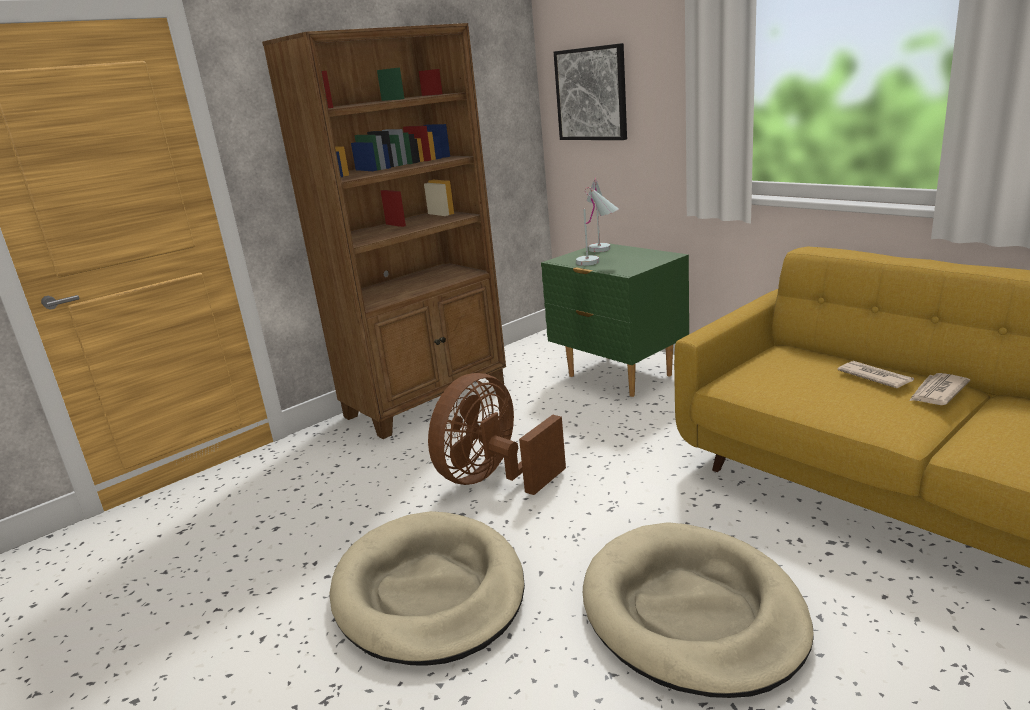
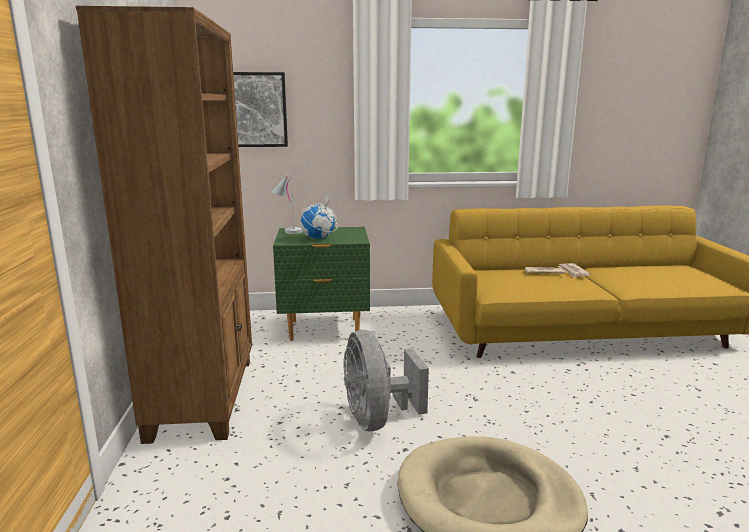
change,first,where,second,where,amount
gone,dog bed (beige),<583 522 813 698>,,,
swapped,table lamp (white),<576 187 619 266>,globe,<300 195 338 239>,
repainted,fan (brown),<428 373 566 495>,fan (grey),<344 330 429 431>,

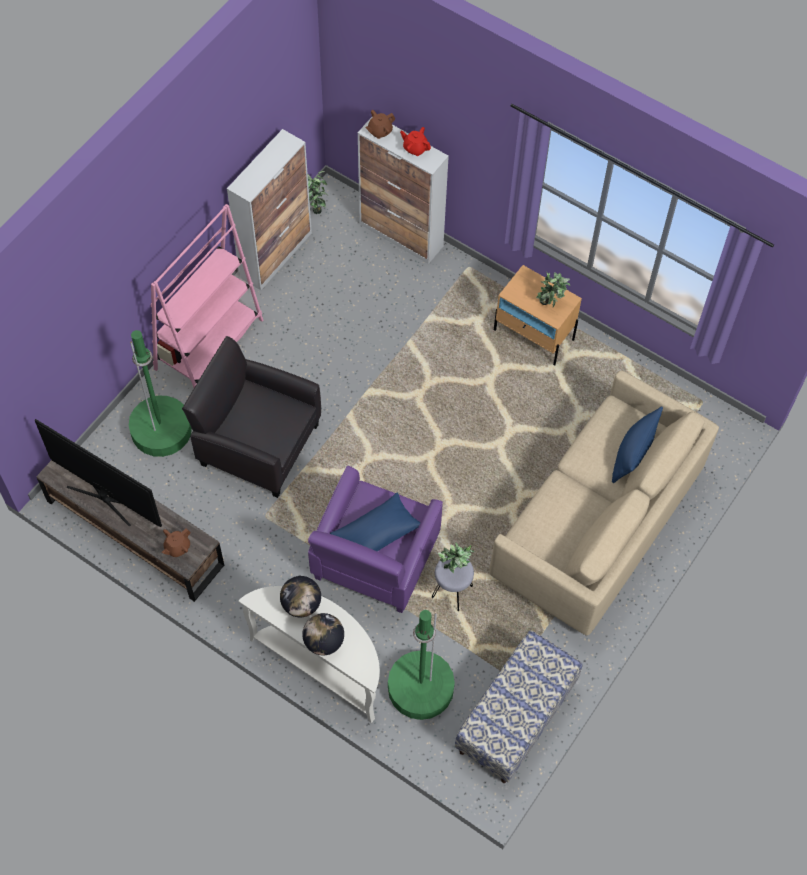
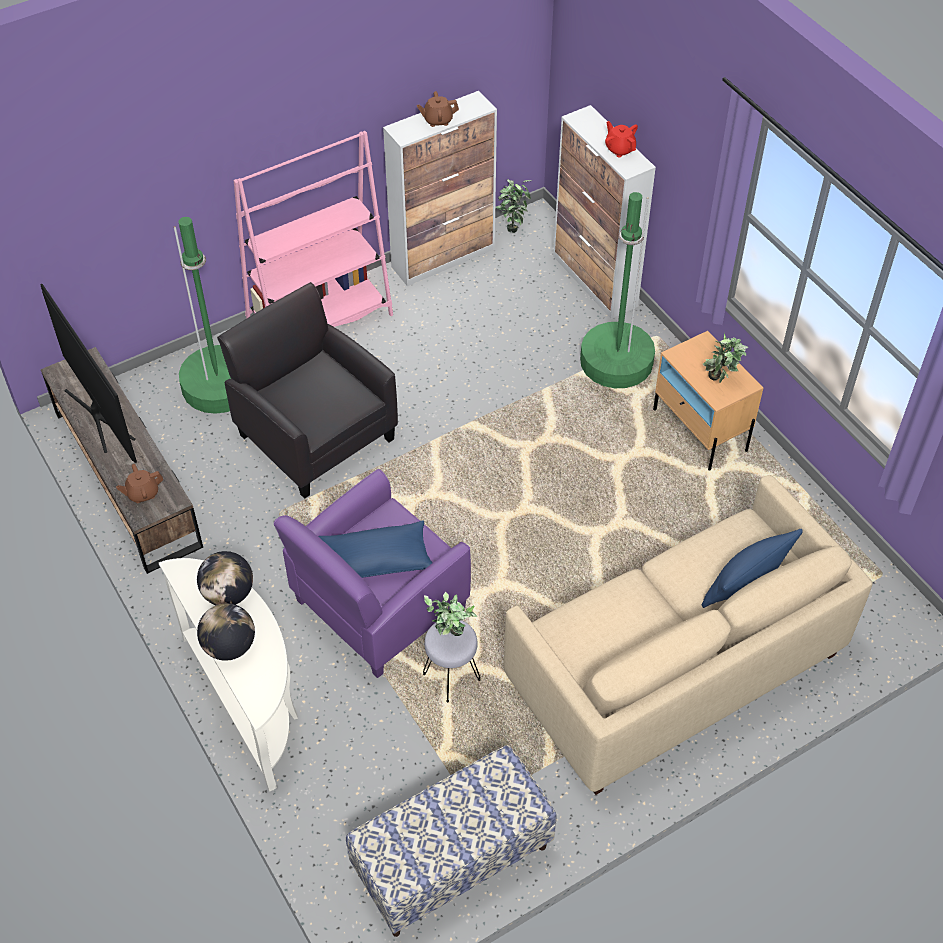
change,first,where,second,where,amount
shifted,teapot (brown),<365 110 395 139>,,<417 91 459 127>,
shifted,floor lamp (green),<388 610 455 720>,,<580 192 655 388>,

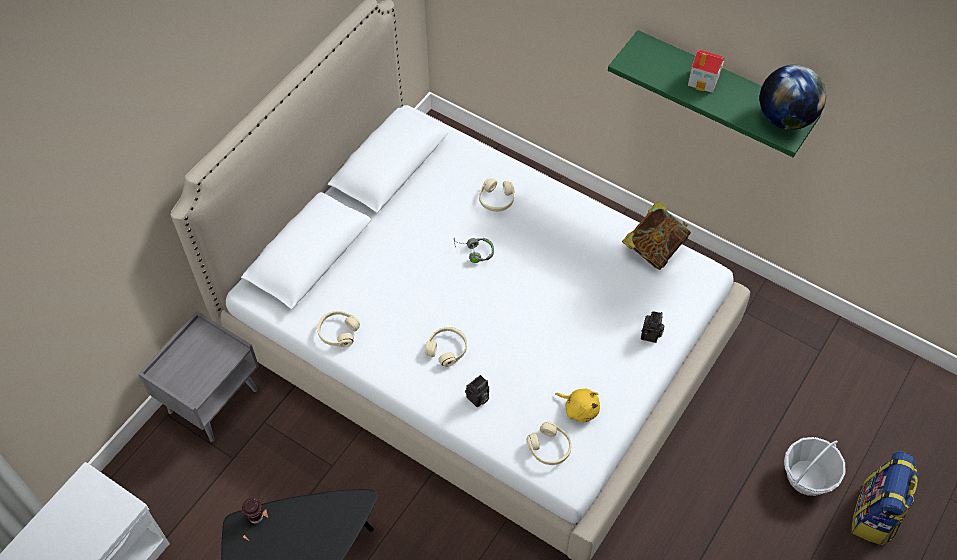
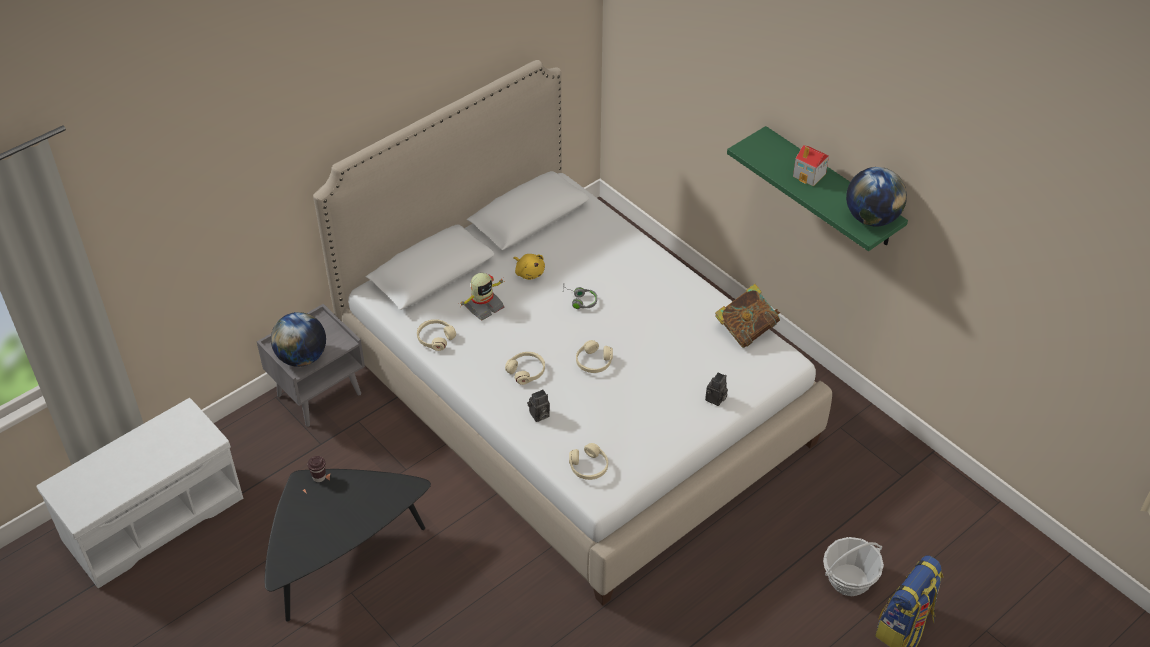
change,first,where,second,where,amount
new,,,globe,<271 312 326 367>,
new,,,toy robot,<458 273 505 320>,
shifted,headphones (beige),<479 178 515 212>,,<576 340 613 373>,
shifted,plush toy (yellow),<555 389 600 422>,,<513 254 545 280>,

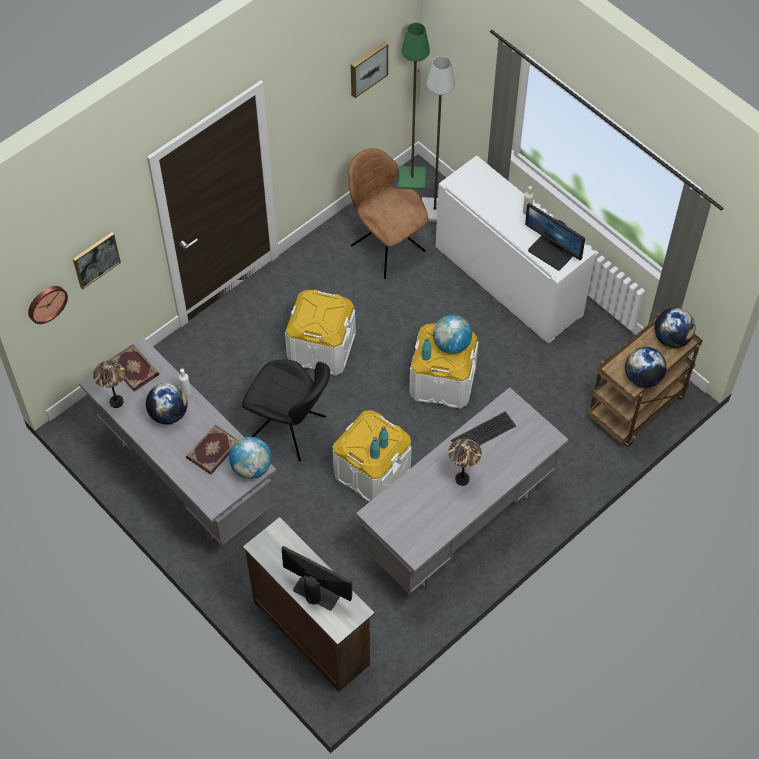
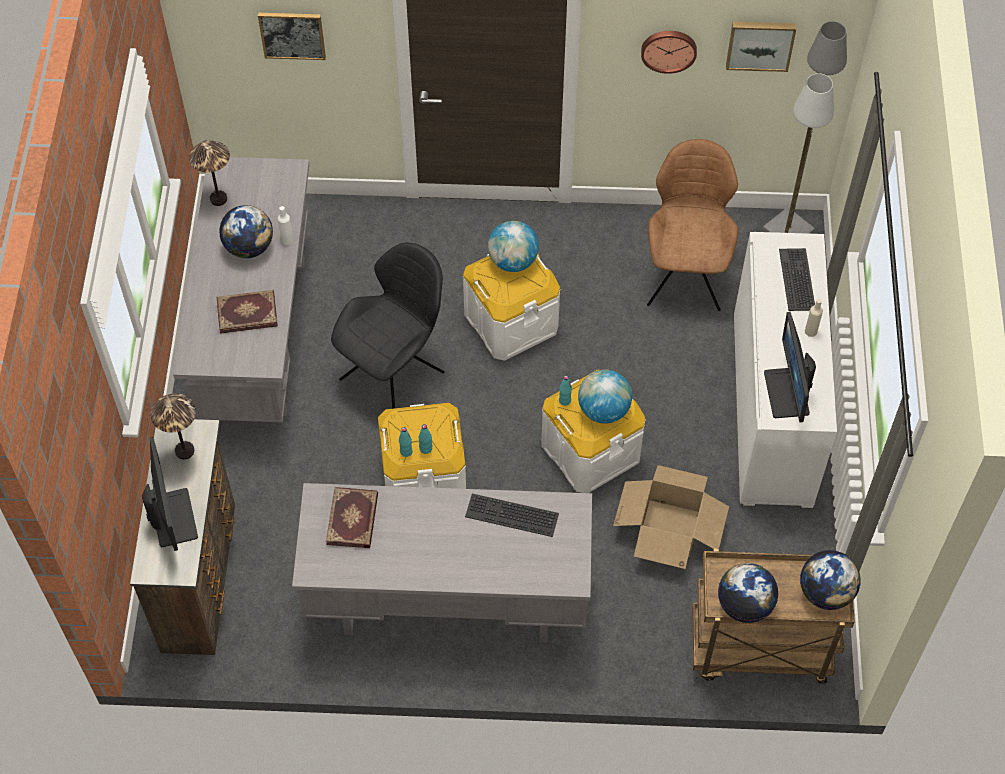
change,first,where,second,where,amount
new,,,cardboard box,<613 465 729 569>,
new,,,keyboard,<779 248 815 311>,
shifted,wall clock,<28 286 68 324>,,<641 31 697 74>,
shifted,book,<110 344 159 392>,,<326 487 378 548>,
shifted,globe,<229 437 271 479>,,<488 221 539 272>,
shifted,table lamp,<448 438 482 486>,,<150 393 196 459>,
repainted,floor lamp (green),<398 23 430 190>,floor lamp (grey),<763 21 847 234>,
rotated,chair (black),<242 360 330 462>,,<331 243 445 409>,120 degrees counterclockwise

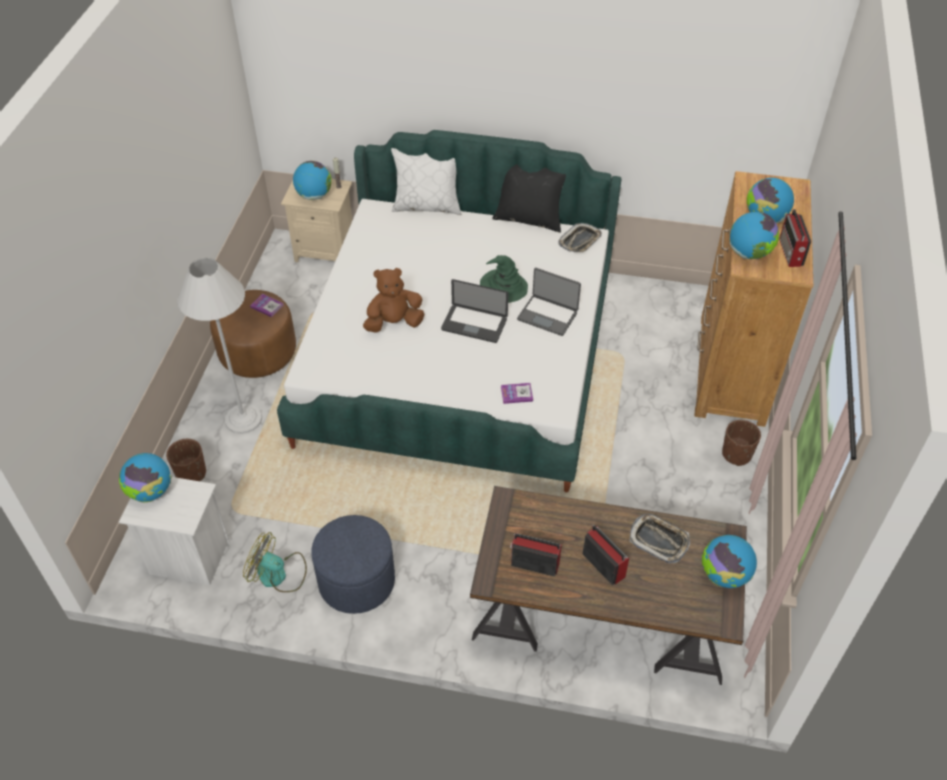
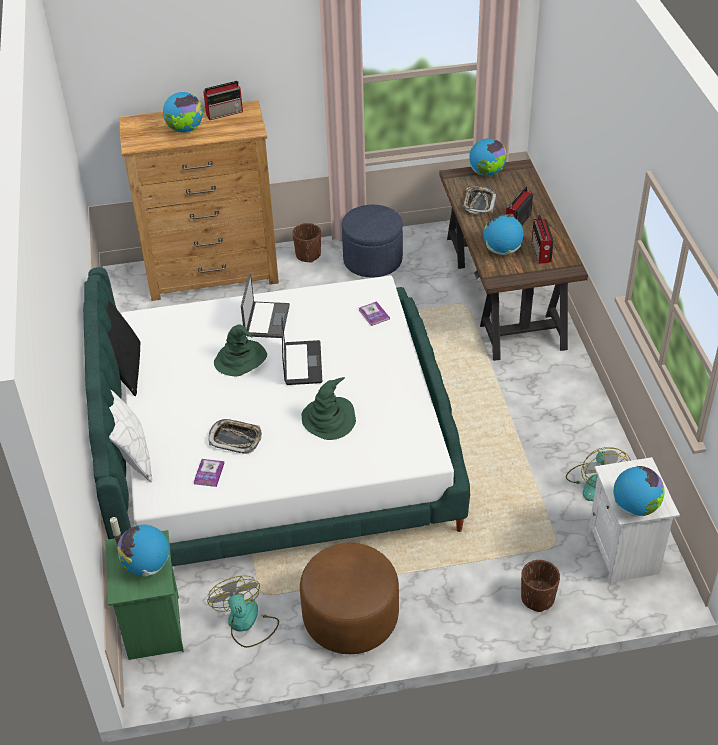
change,first,where,second,where,amount
gone,floor lamp (white),<177 258 262 434>,,,
new,,,fan,<207 576 279 648>,
shifted,book,<250 294 284 317>,,<194 459 224 487>,
shifted,ottoman (blue),<311 515 395 614>,,<342 205 403 278>,
shifted,tray,<558 223 602 252>,,<209 419 262 454>,
shifted,globe,<729 212 779 259>,,<483 214 523 255>,
swapped,plush toy (brown),<363 268 425 333>,hat (green),<301 377 356 440>,
repainted,nightstand (beige),<281 179 352 262>,nightstand (green),<105 530 184 660>,

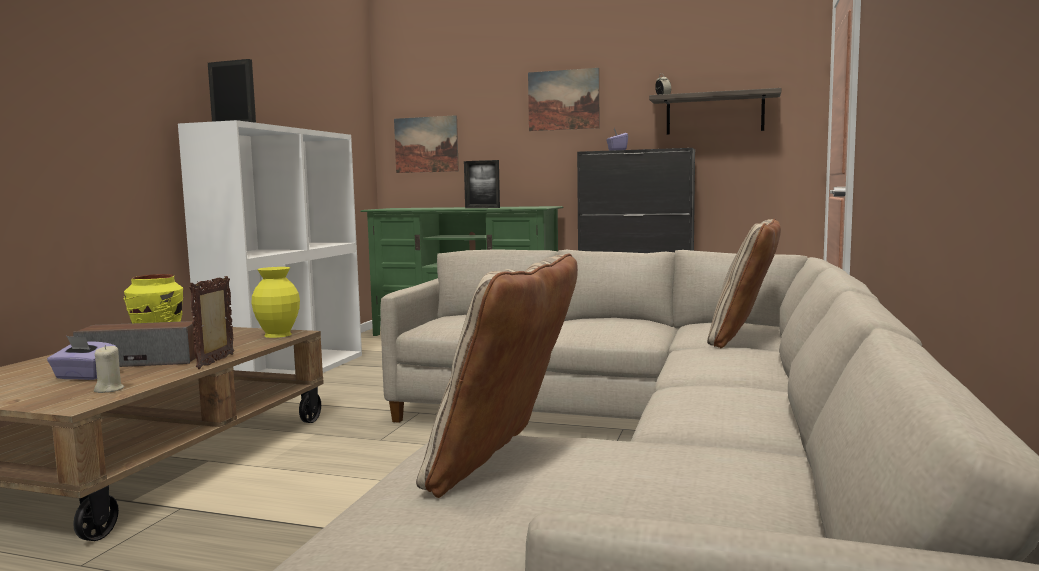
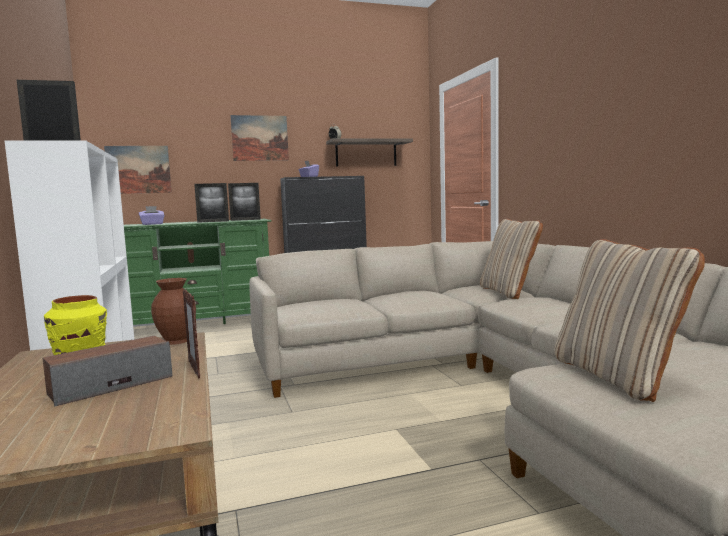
change,first,where,second,where,amount
gone,candle (beige),<94 345 125 393>,,,
new,,,picture frame,<228 183 261 221>,
shifted,tissue box (purple),<47 336 117 380>,,<139 206 165 225>,
repainted,vase (yellow),<251 267 300 338>,vase (brown),<151 278 196 345>,

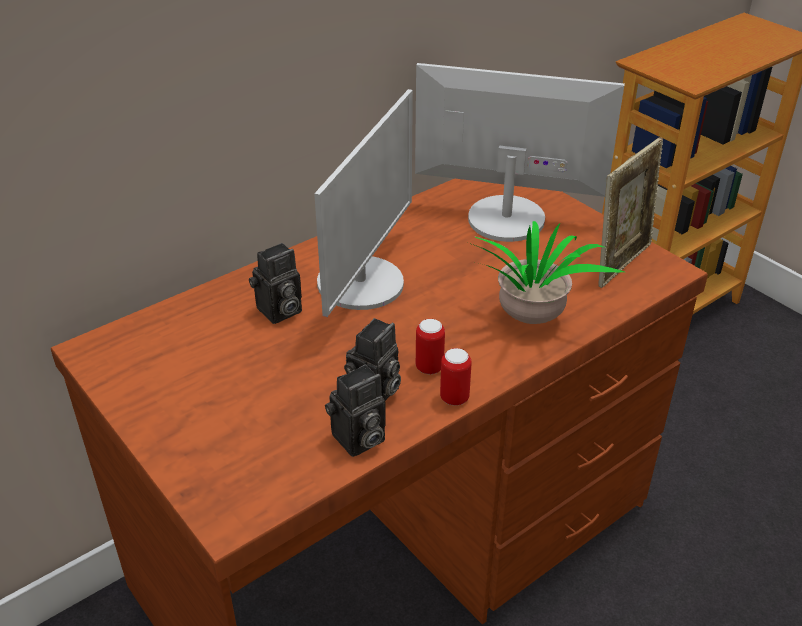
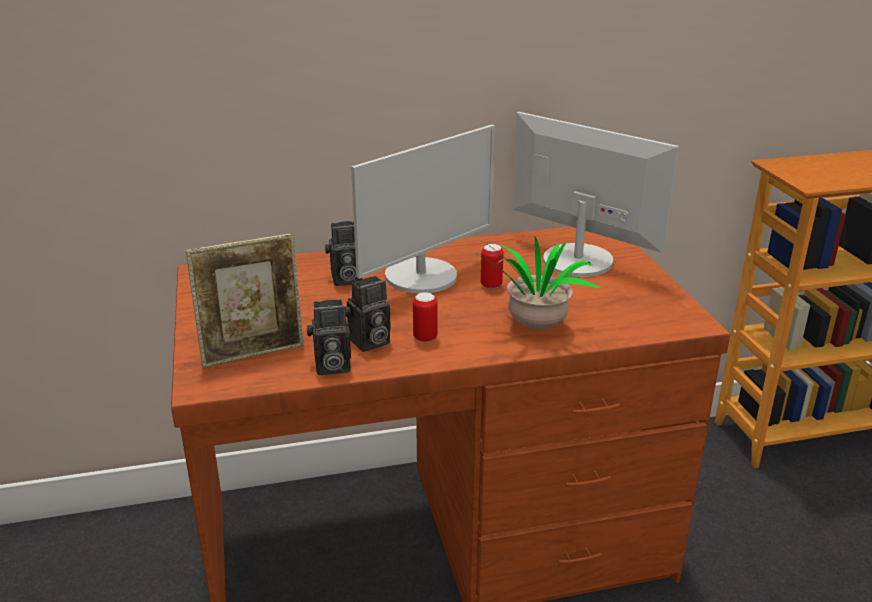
change,first,where,second,where,amount
shifted,can,<440 348 472 406>,,<481 244 504 289>,
shifted,picture frame,<598 137 663 288>,,<186 233 304 368>,

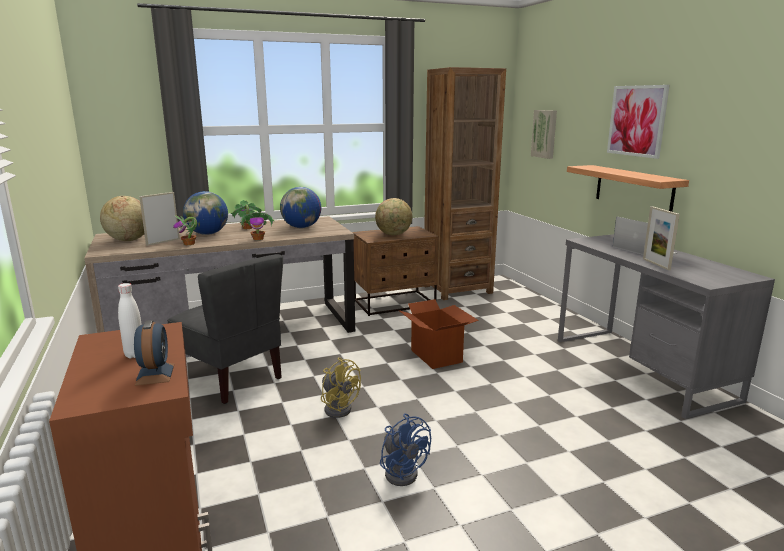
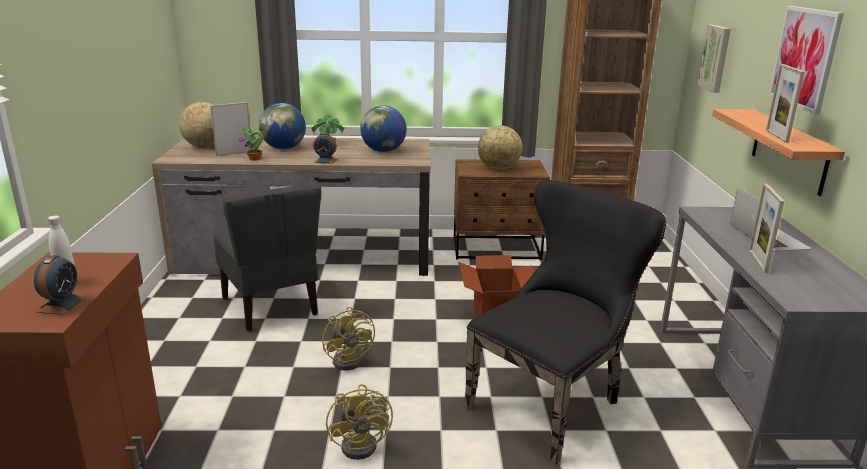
change,first,where,second,where,amount
new,,,chair (black),<464 180 666 465>,
new,,,picture frame,<766 64 805 143>,
swapped,potted plant,<239 212 274 240>,alarm clock,<313 133 337 164>,
repainted,fan (blue),<380 413 431 486>,fan (yellow),<326 384 393 460>,

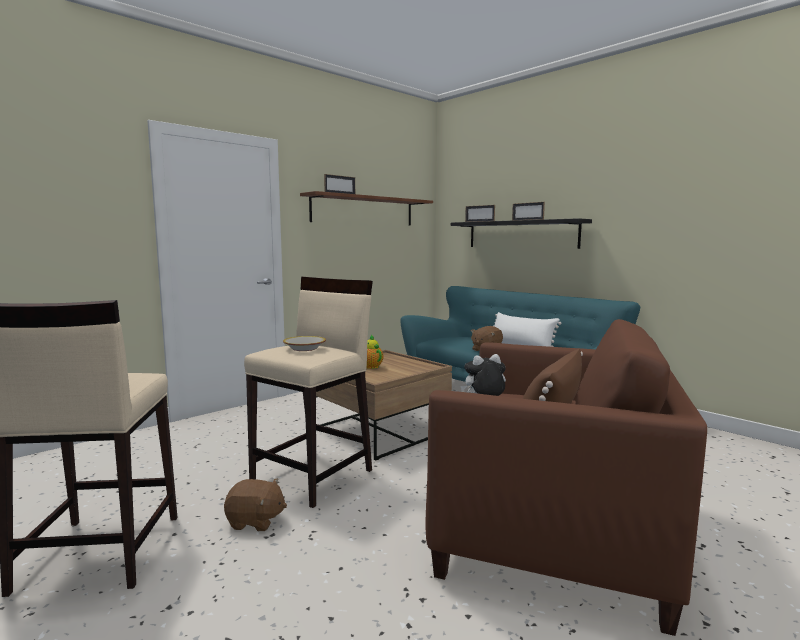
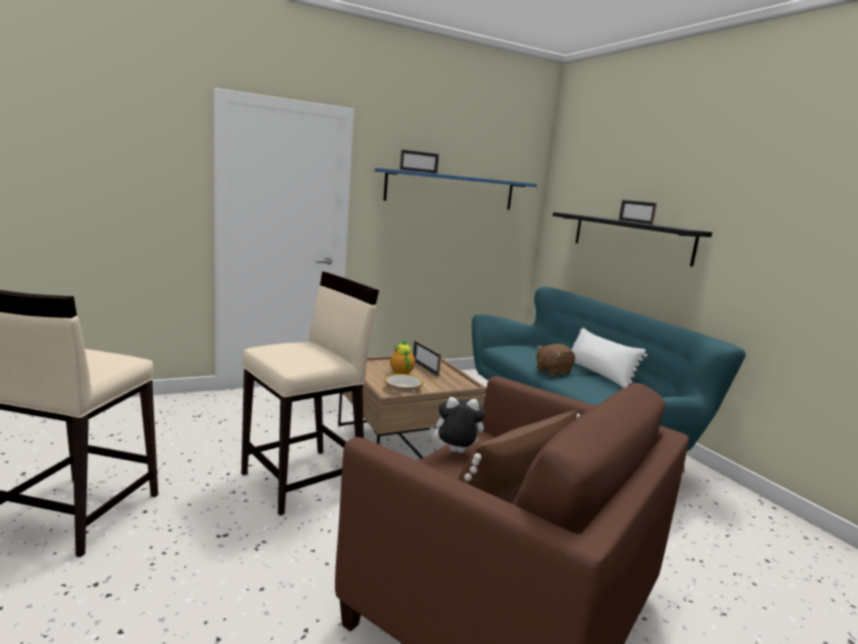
change,first,where,second,where,amount
gone,plush toy (brown),<224 478 287 531>,,,
shifted,bowl,<283 336 326 351>,,<384 374 423 392>,
shifted,picture frame,<465 205 495 222>,,<413 340 441 377>,
repainted,shelf (brown),<300 191 433 225>,shelf (blue),<375 168 537 210>,

